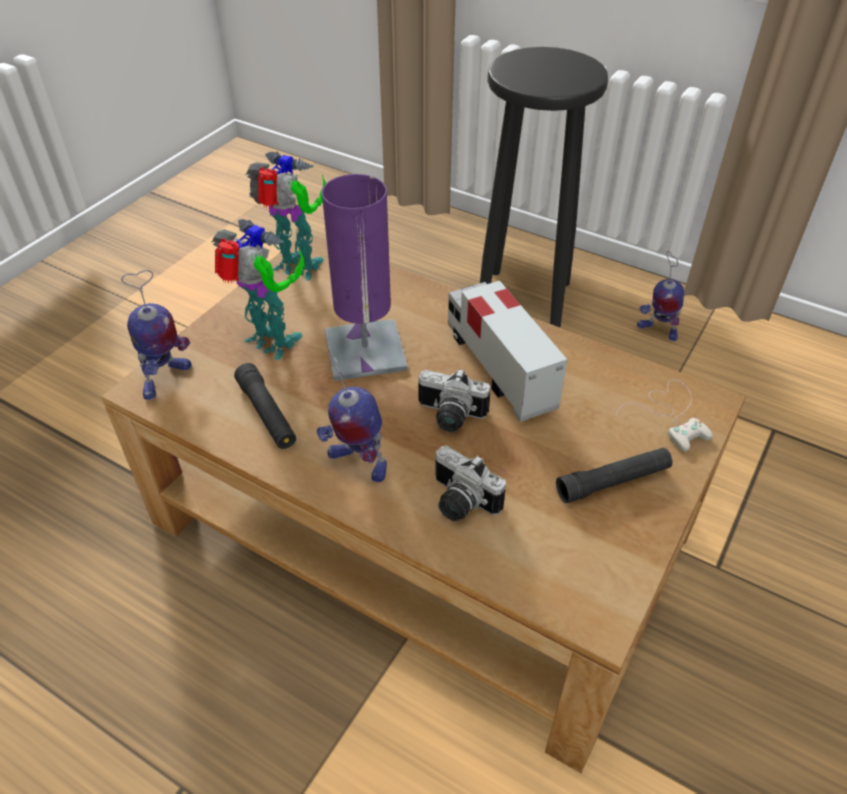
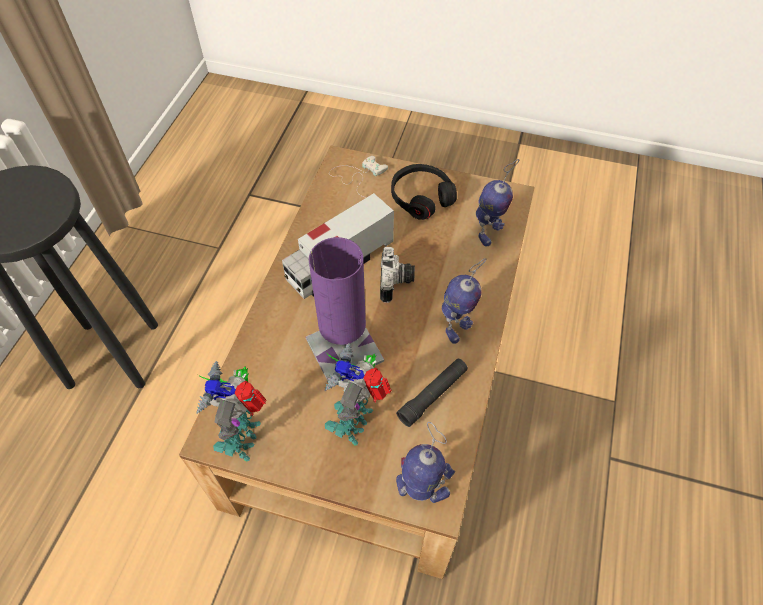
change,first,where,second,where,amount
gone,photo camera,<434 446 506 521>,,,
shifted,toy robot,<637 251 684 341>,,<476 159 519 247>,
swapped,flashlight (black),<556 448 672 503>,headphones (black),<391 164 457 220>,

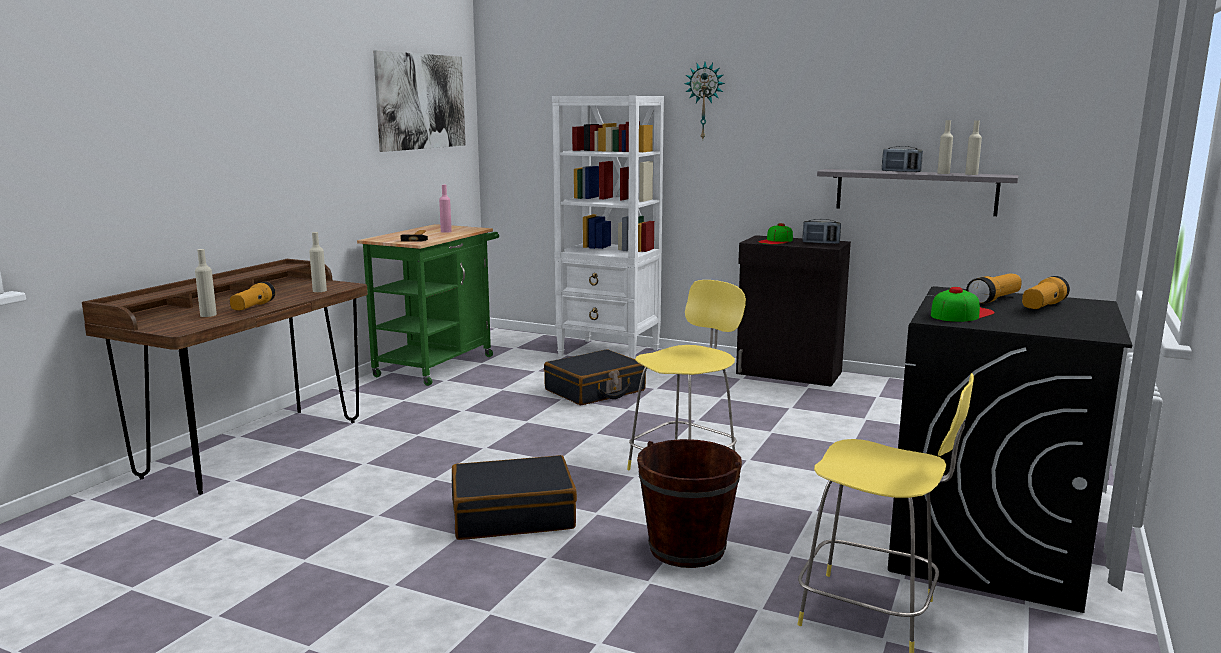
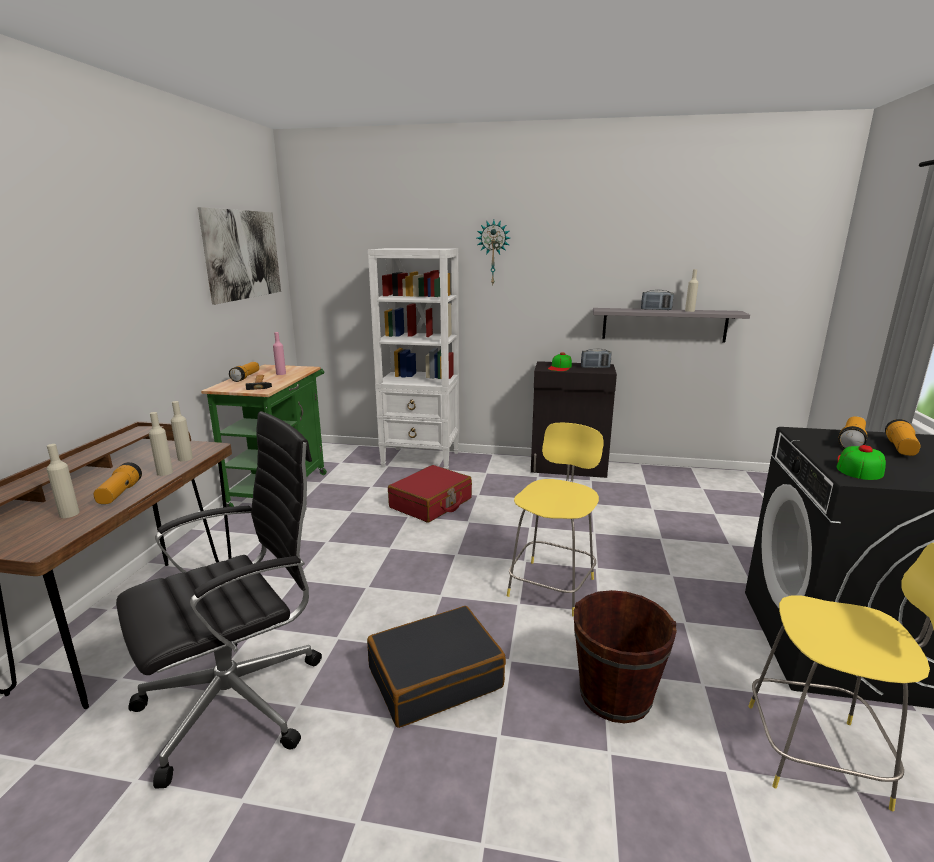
change,first,where,second,where,amount
new,,,office chair (black),<116 411 322 789>,
new,,,flashlight,<229 362 259 382>,
shifted,bottle (beige),<965 120 982 175>,,<149 412 173 476>,
repainted,suitcase (black),<544 349 646 405>,suitcase (red),<388 465 472 523>,

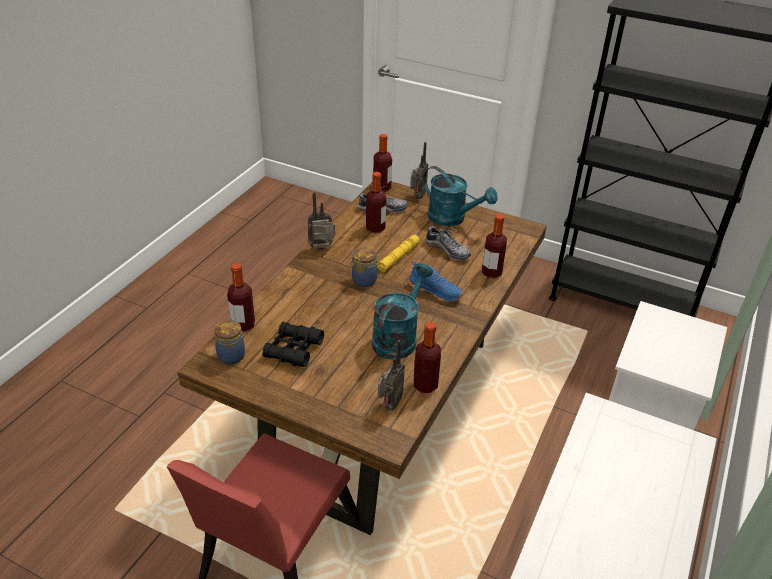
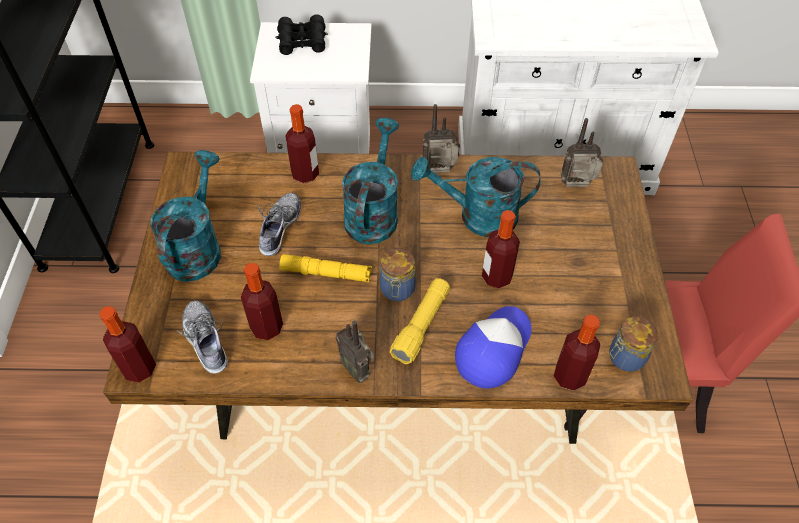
change,first,where,second,where,amount
new,,,flashlight (yellow),<390 278 450 364>,
new,,,cap,<455 306 532 389>,
shifted,binoculars (black),<263 322 324 367>,,<275 14 328 55>,
shifted,radio,<410 142 428 199>,,<423 104 460 173>,
shifted,bottle,<414 322 441 393>,,<482 210 520 288>,
swapped,shoe (blue),<408 261 463 302>,watering can (turquoise),<342 117 399 244>,

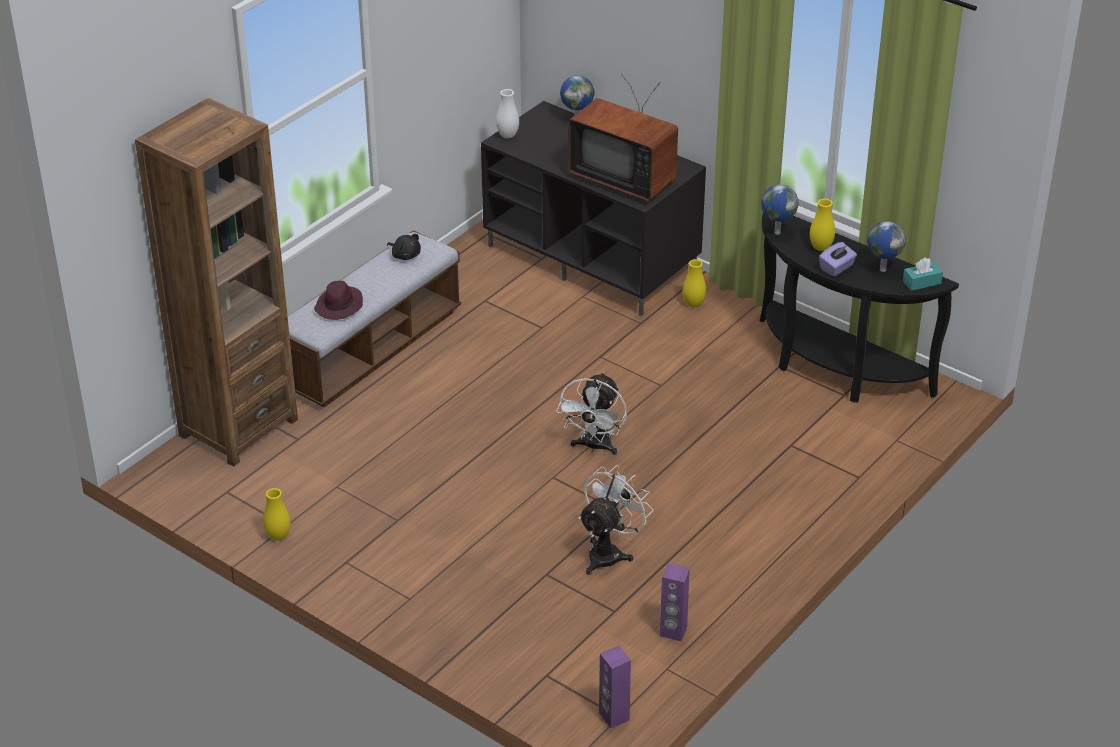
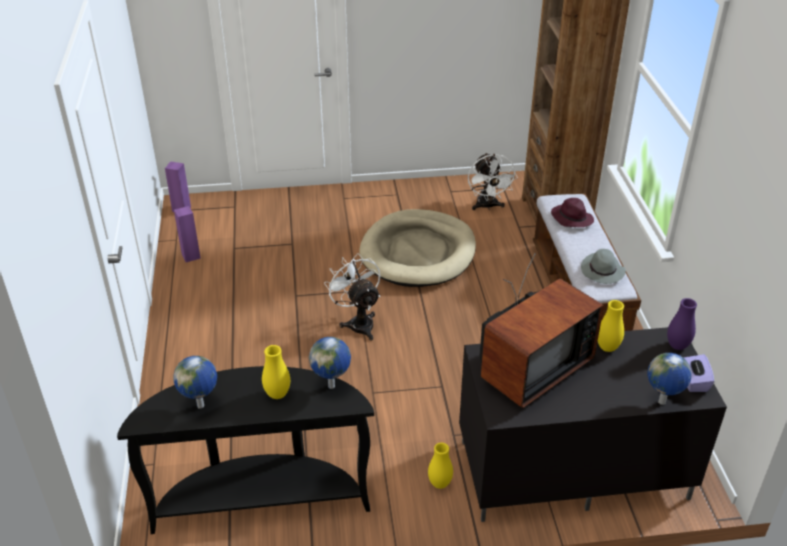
change,first,where,second,where,amount
gone,tissue box (turquoise),<903 257 943 291>,,,
new,,,dog bed (beige),<359 209 476 287>,
shifted,vase (yellow),<263 488 290 541>,,<598 300 624 352>,
shifted,fan (white),<578 465 654 575>,,<468 153 518 210>,
shifted,tissue box (purple),<819 242 857 277>,,<684 354 714 392>,
swapped,plush toy (black),<387 234 421 260>,hat (grey),<581 249 626 284>,
repainted,vase (white),<496 89 519 138>,vase (purple),<667 298 697 350>,
rotated,television,<569 74 678 201>,,<480 253 604 408>,150 degrees clockwise

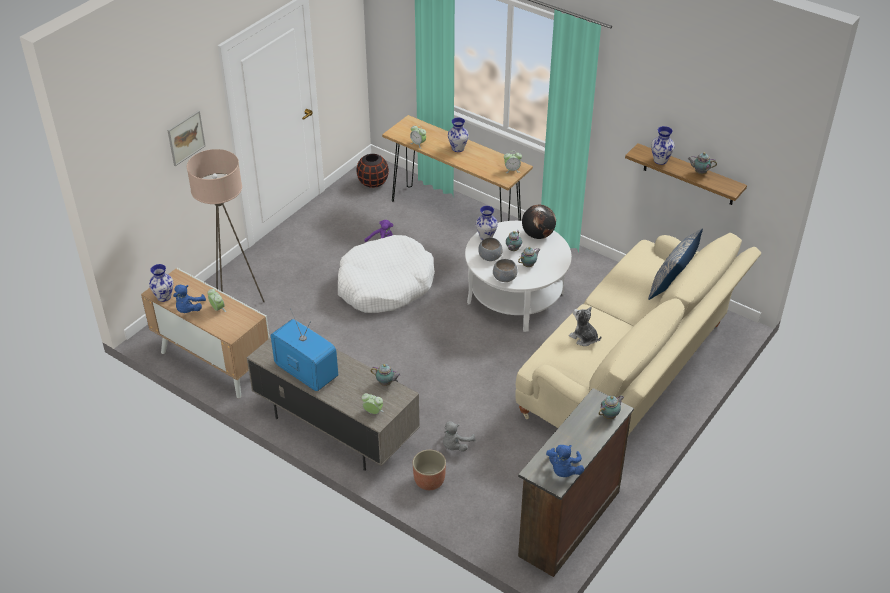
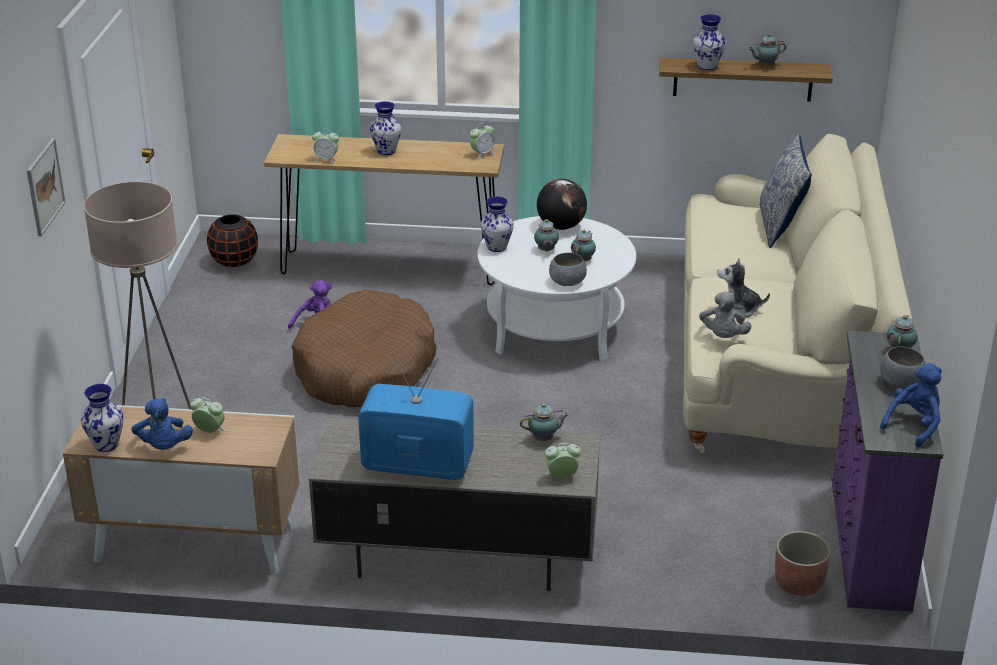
change,first,where,second,where,amount
shifted,planter,<413 450 446 490>,,<775 531 831 596>,
shifted,plush toy (grey),<443 421 475 452>,,<699 291 751 338>,
shifted,bowl (grey),<478 237 503 261>,,<880 346 926 389>,
repainted,dog bed (white),<338 235 435 313>,dog bed (brown),<292 289 437 407>,
repainted,dresser (brown),<518 388 634 577>,dresser (purple),<831 331 944 612>,
rotated,plush toy (blue),<546 445 584 477>,,<880 363 942 447>,120 degrees counterclockwise

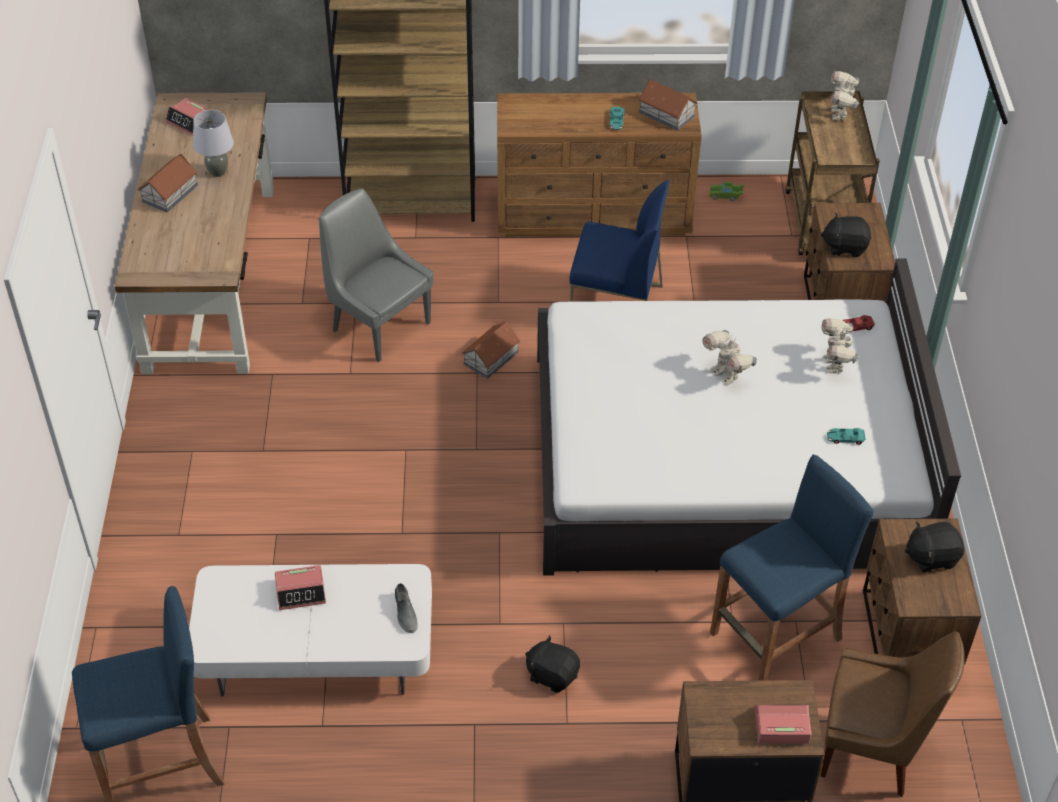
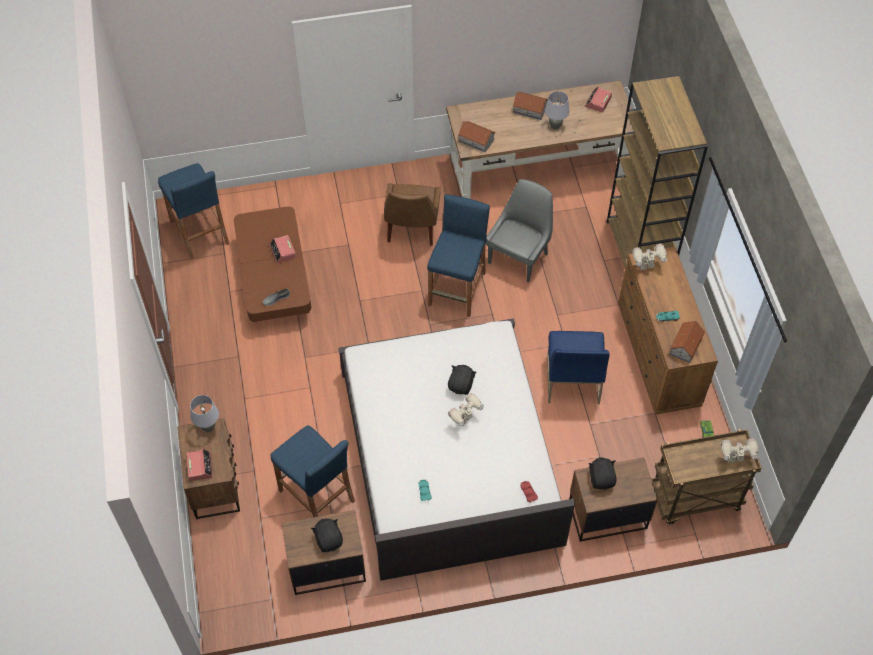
change,first,where,second,where,amount
new,,,table lamp (grey),<190 395 219 432>,
new,,,stool (blue),<427 194 490 317>,
shifted,toy house,<461 322 520 379>,,<458 121 495 152>,
shifted,plush toy (black),<525 635 580 693>,,<448 365 476 395>,
shifted,chair (brown),<820 631 965 797>,,<384 183 441 246>,
shifted,toy robot,<821 318 859 373>,,<633 244 668 270>,
repainted,coffee table (white),<189 564 432 697>,coffee table (brown),<234 207 311 322>,

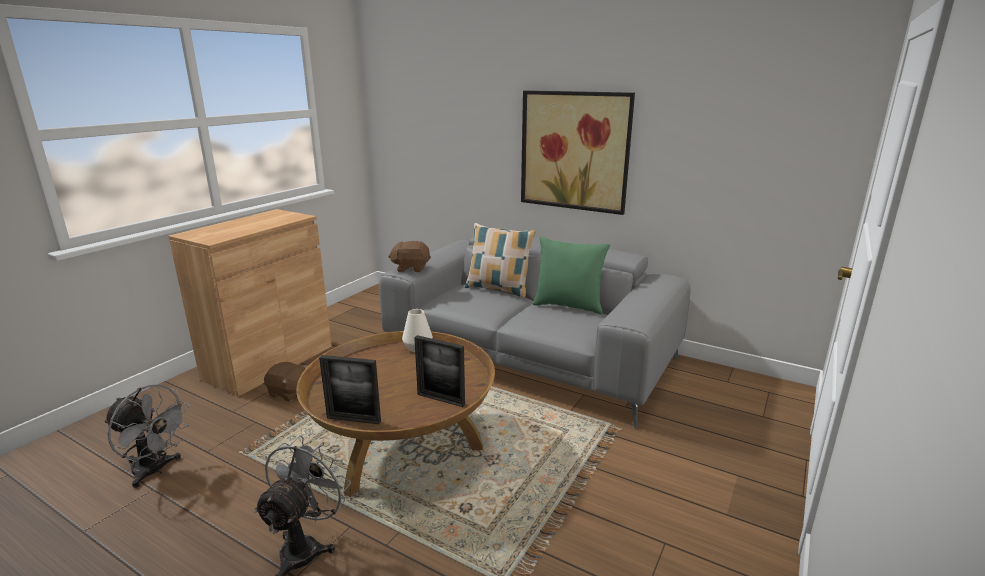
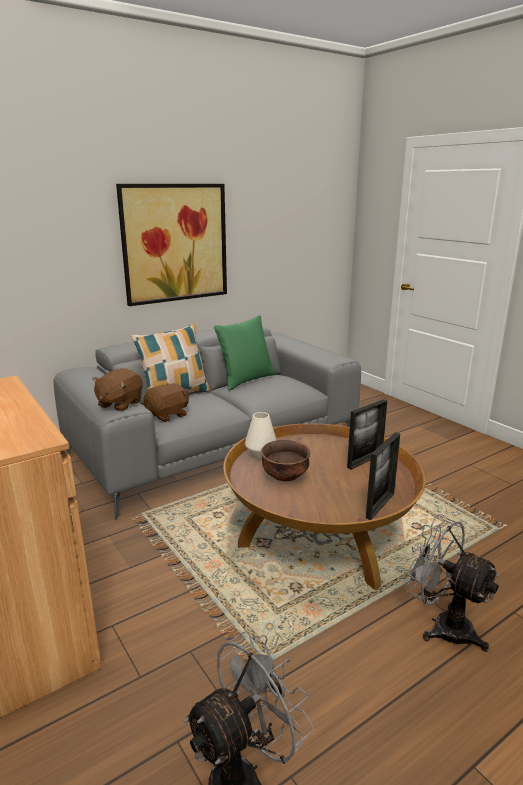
change,first,where,second,where,amount
new,,,bowl (brown),<261 440 310 481>,
shifted,plush toy (brown),<264 362 308 402>,,<144 382 189 422>,

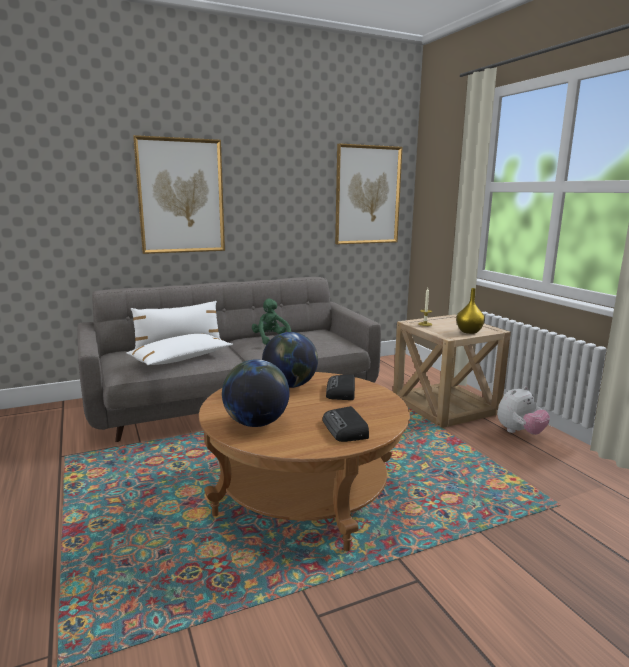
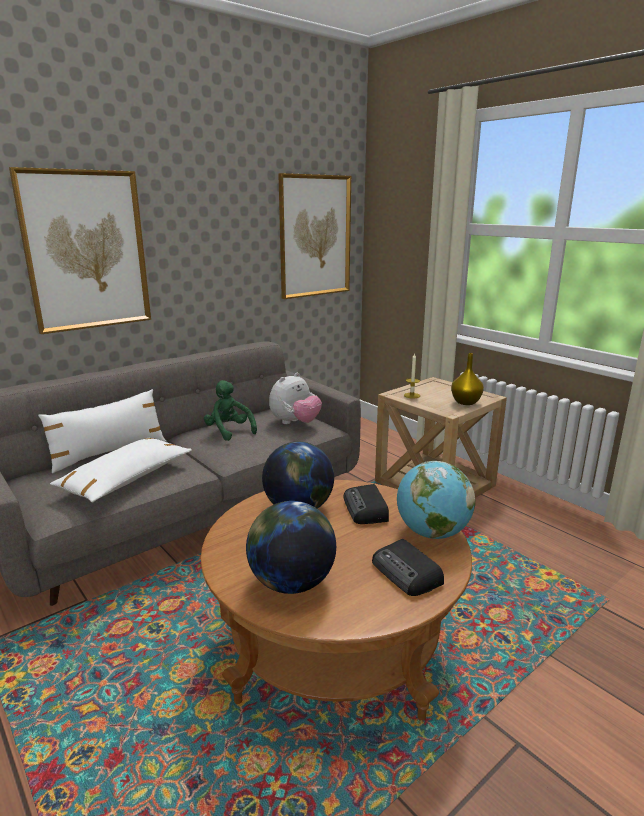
change,first,where,second,where,amount
new,,,globe,<397 461 475 539>,
shifted,plush toy,<497 386 550 435>,,<269 373 322 424>,

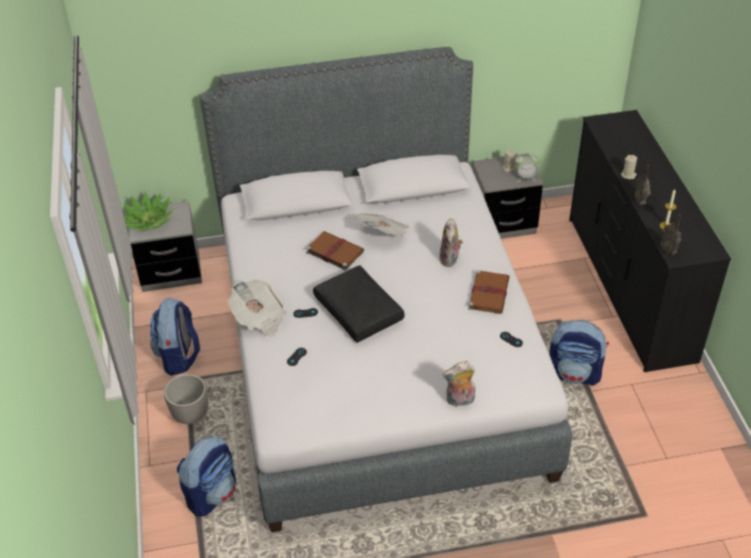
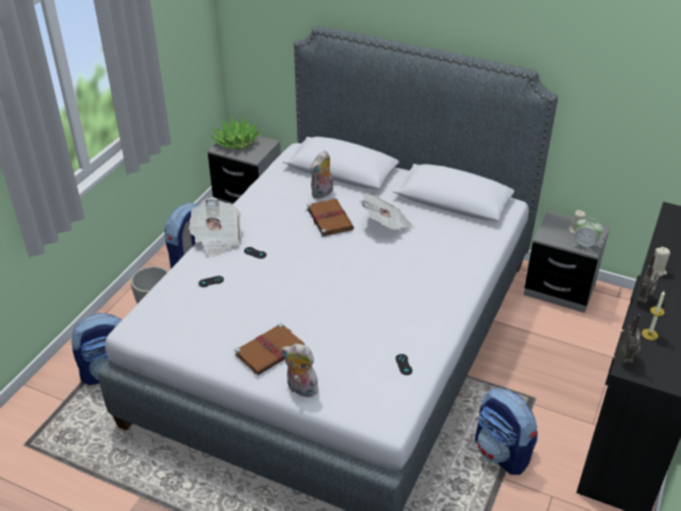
change,first,where,second,where,amount
gone,pillow (black),<313 265 405 343>,,,
shifted,plush toy,<440 218 463 267>,,<310 150 333 199>,
shifted,book (brown),<468 270 510 314>,,<235 323 305 375>,

